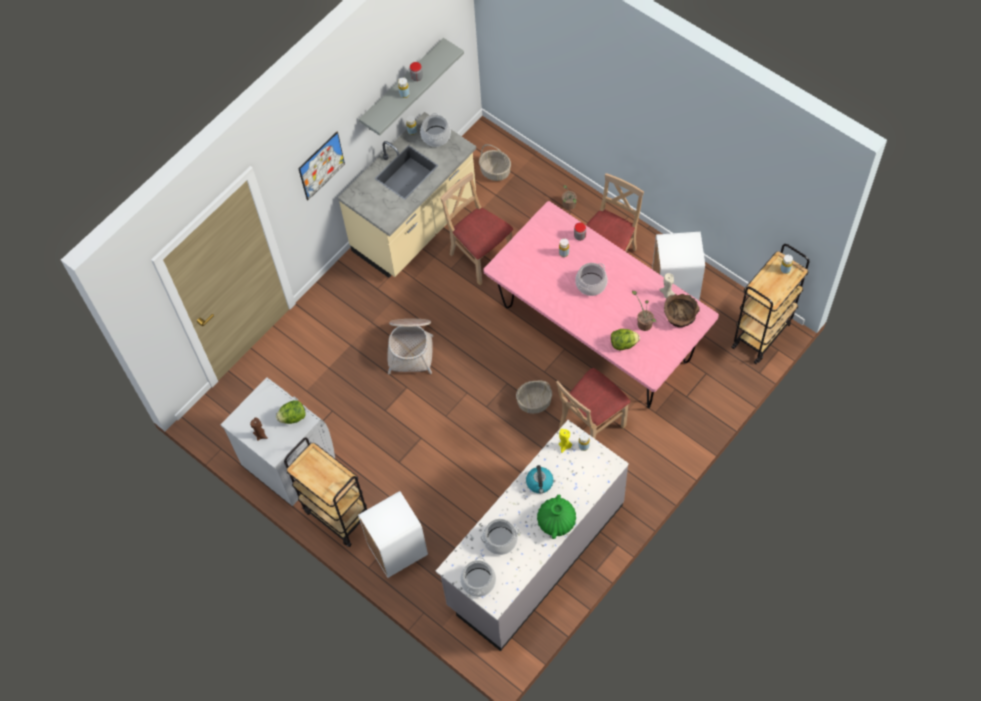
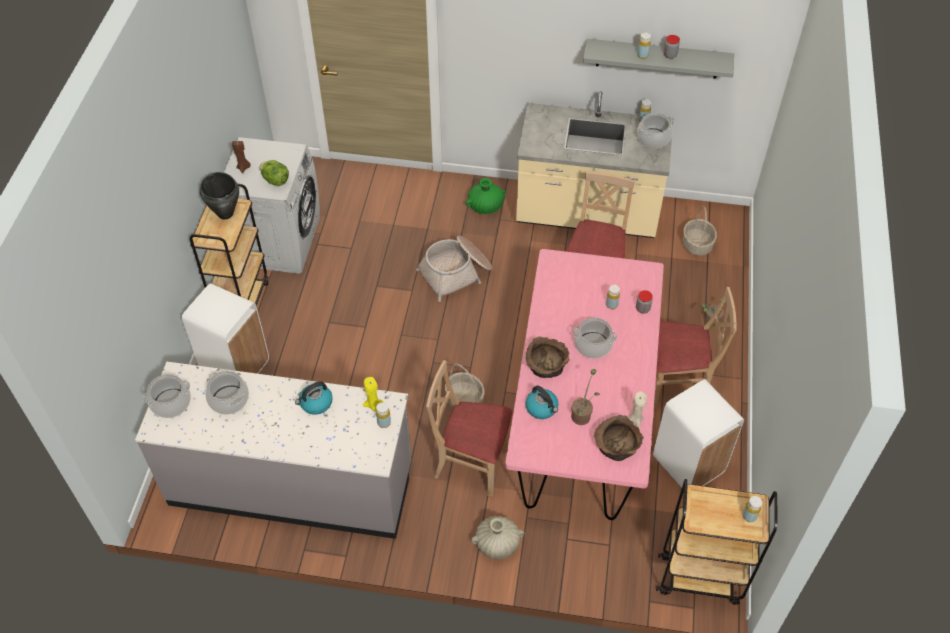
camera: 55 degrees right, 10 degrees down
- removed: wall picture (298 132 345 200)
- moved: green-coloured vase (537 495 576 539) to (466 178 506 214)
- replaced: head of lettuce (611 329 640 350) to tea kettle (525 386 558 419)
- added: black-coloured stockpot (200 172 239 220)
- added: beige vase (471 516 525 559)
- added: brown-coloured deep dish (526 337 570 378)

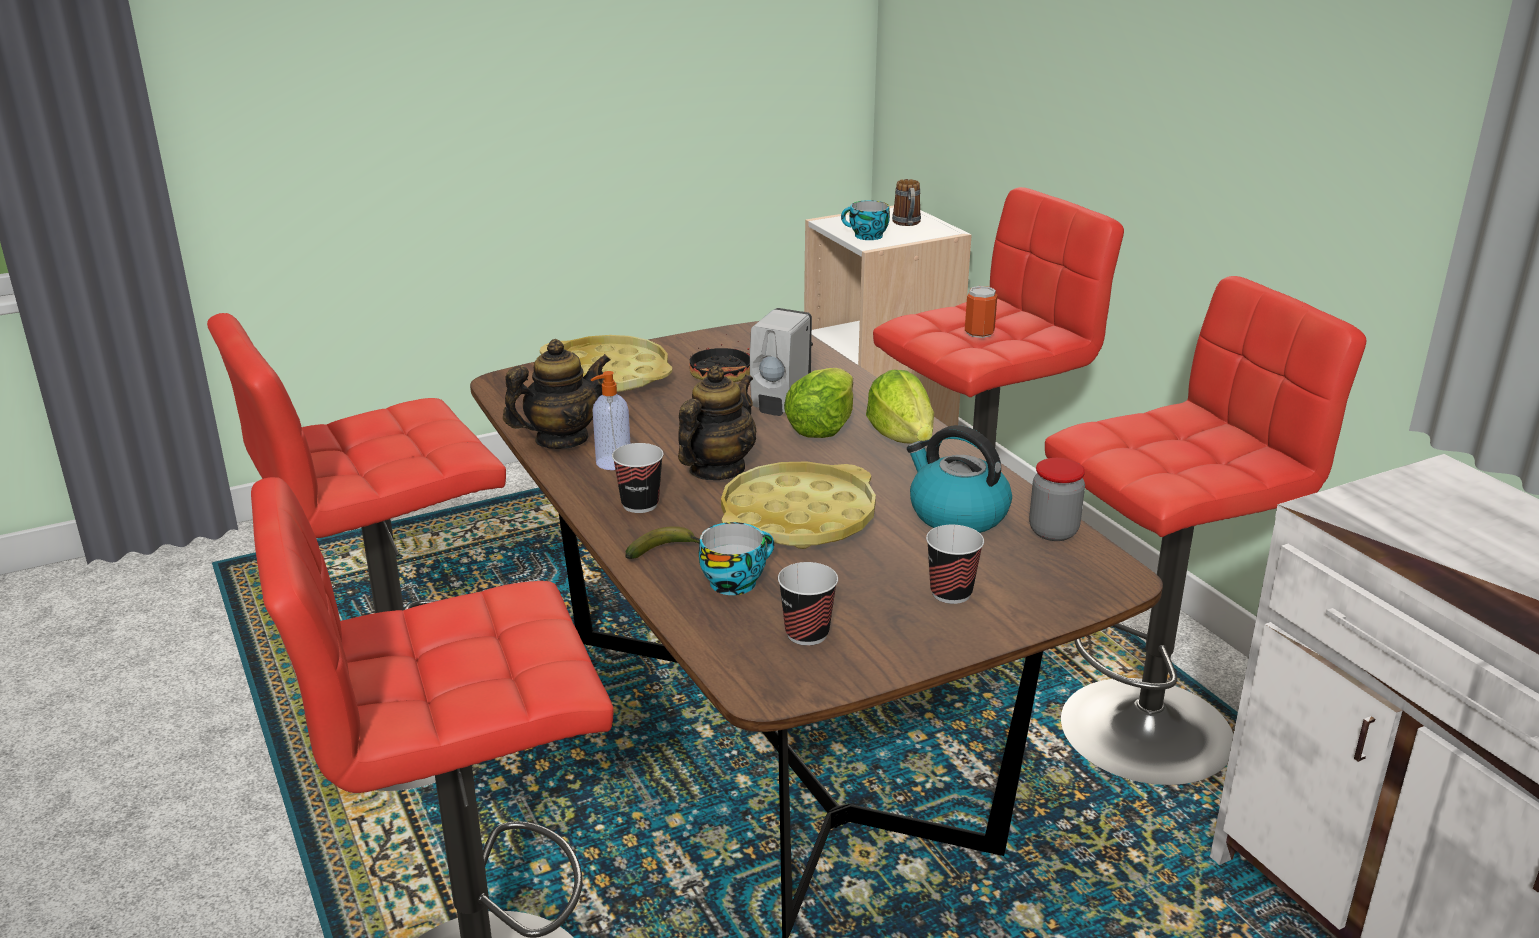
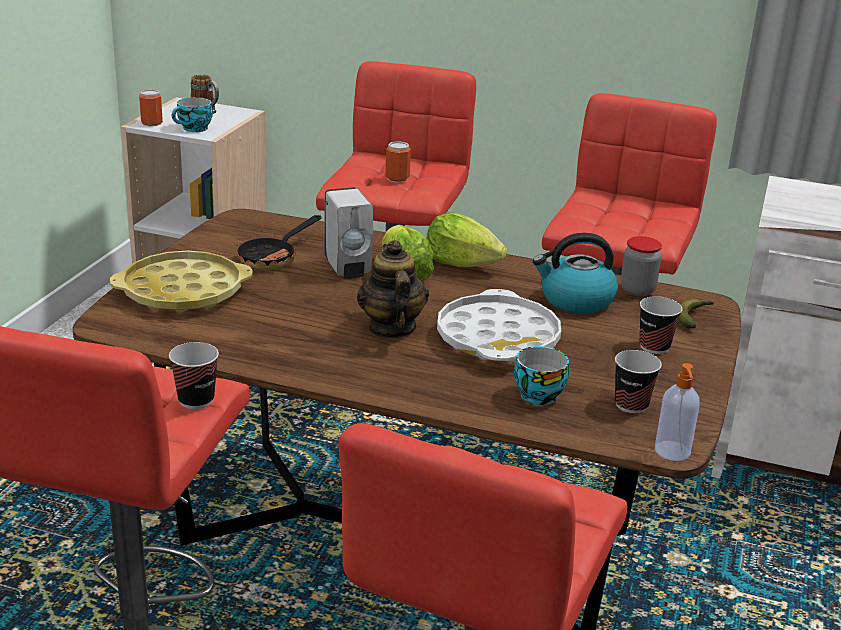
camera: 45 degrees left, 0 degrees up
- removed: pot for tea (503 339 611 449)
- moved: soap dispenser (591 371 630 470) to (655 363 700 461)
- moved: cup (612 443 664 513) to (169 342 219 409)
- moved: whole banana (626 526 700 559) to (679 298 714 328)
- recoloured: yellowish carrying tray (721 461 876 549) to whitish carrying tray (437 289 561 362)
- added: sealed can (139 89 163 127)

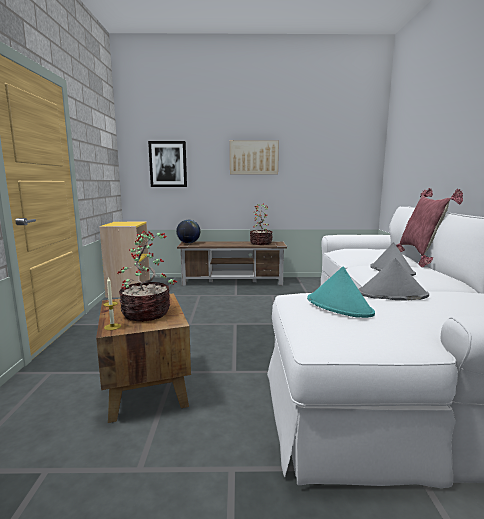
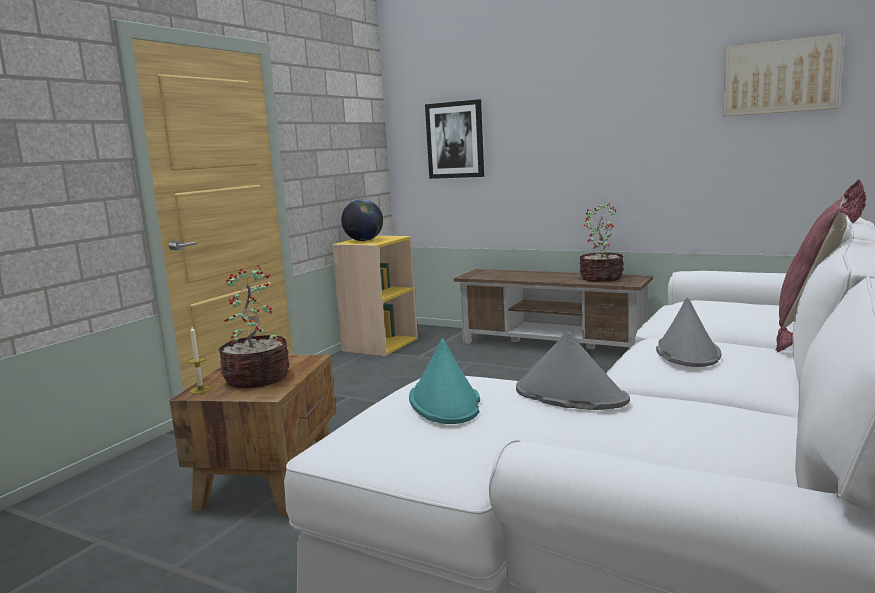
camera: 30 degrees right, 0 degrees up
- moved: world globe (176 220 200 243) to (341 199 383 241)
- moved: wall picture (230 140 279 174) to (723 34 843 116)

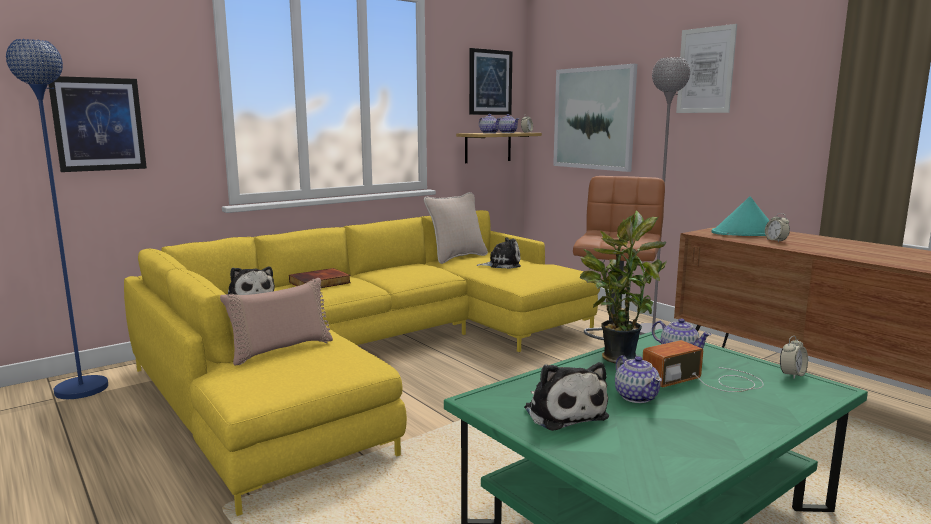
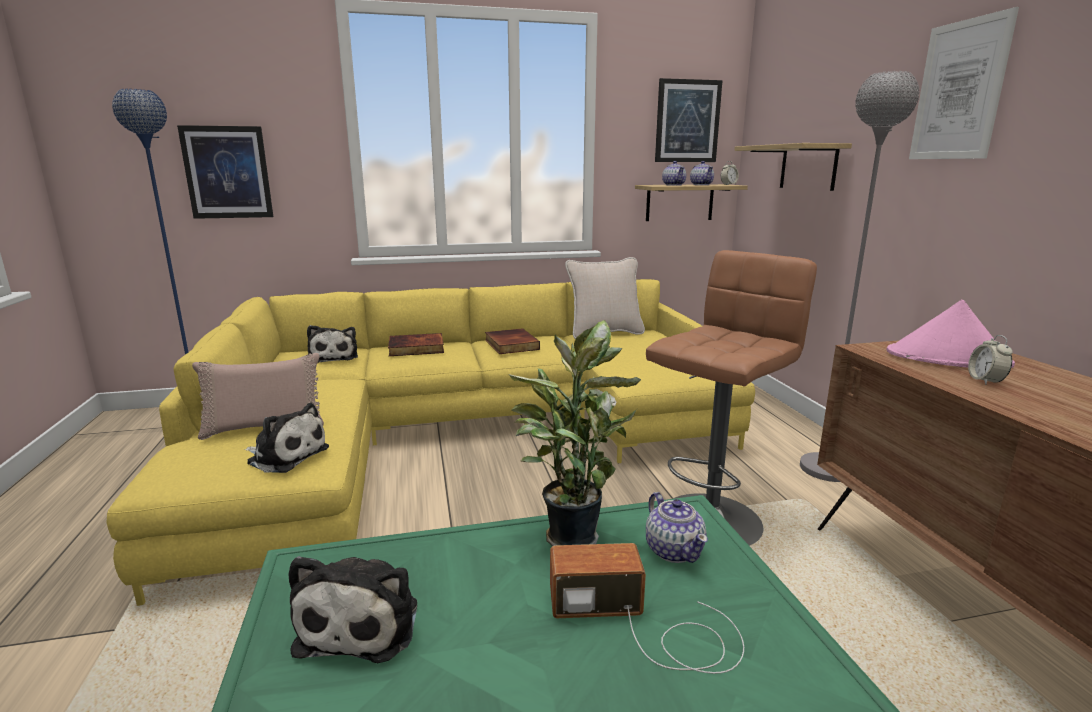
camera: 25 degrees right, 5 degrees up
- moved: plush toy (476 237 521 269) to (244 403 329 473)
- replaced: wall picture (553 64 637 172) to bracket shelf (734 143 852 191)
- removed: pot for tea (615 355 662 403)
- recoloured: blue-green clothing hat (711 196 770 236) to pinkish clothing hat (887 300 1015 368)
- removed: bedside clock (780 336 808 379)
- added: book (485 329 540 354)

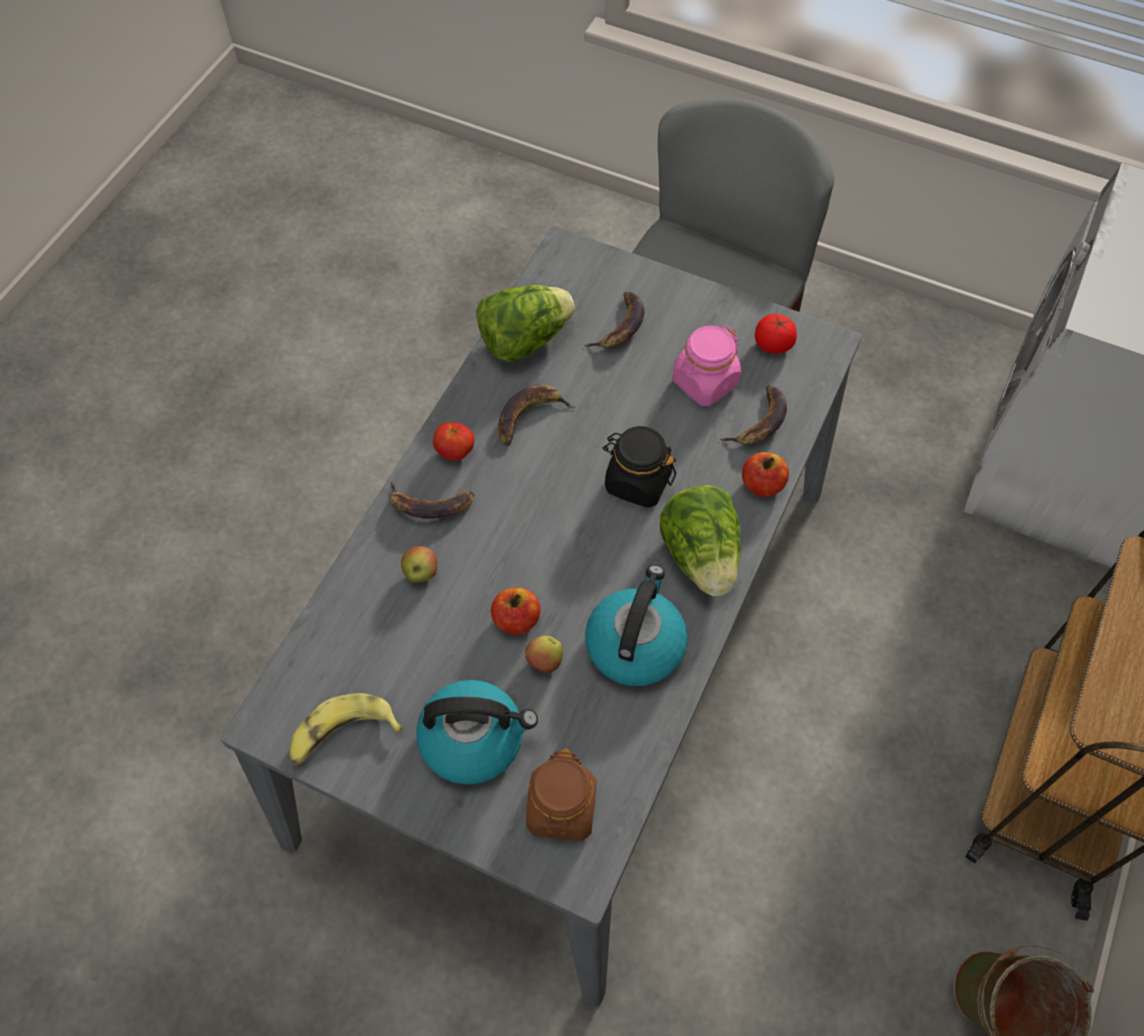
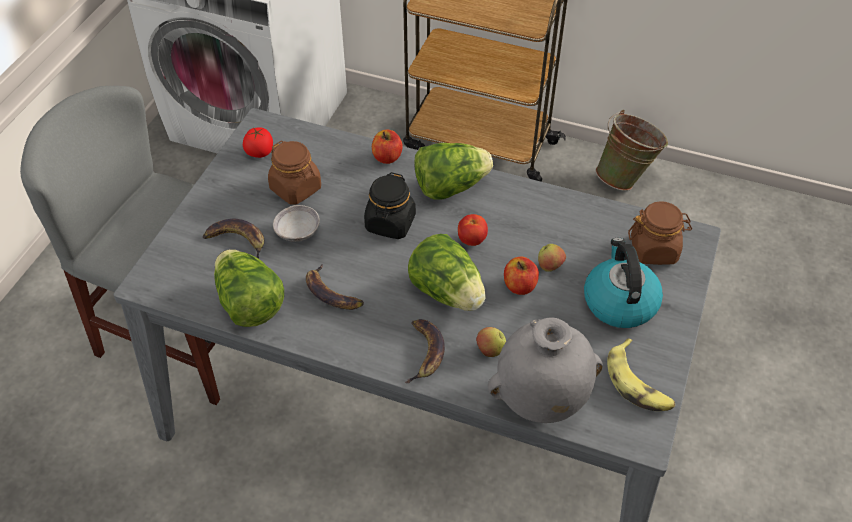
camera: 95 degrees left, 10 degrees down
- moved: whole tomato (433 422 474 460) to (458 214 488 246)
- removed: tea kettle (585 565 687 686)
- recoloured: pinkish jar (673 325 741 406) to brown-coloured jar (268 141 321 205)
- removed: whole banana (720 385 787 445)
- added: greyish deep dish (273 205 320 242)
- added: head of lettuce (408 234 486 311)
- added: greyish vase (488 317 603 423)

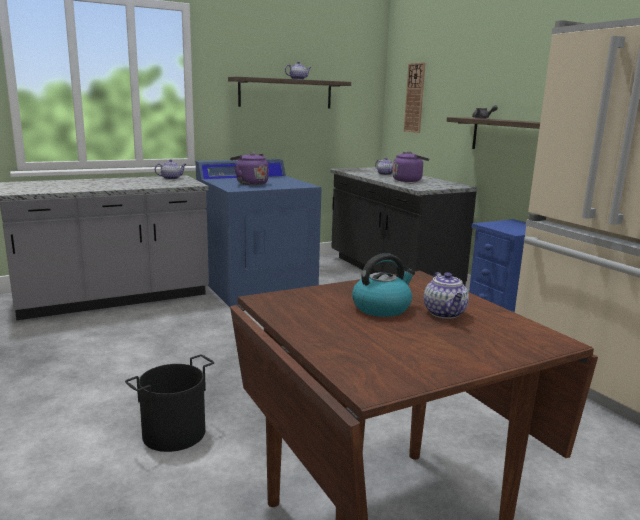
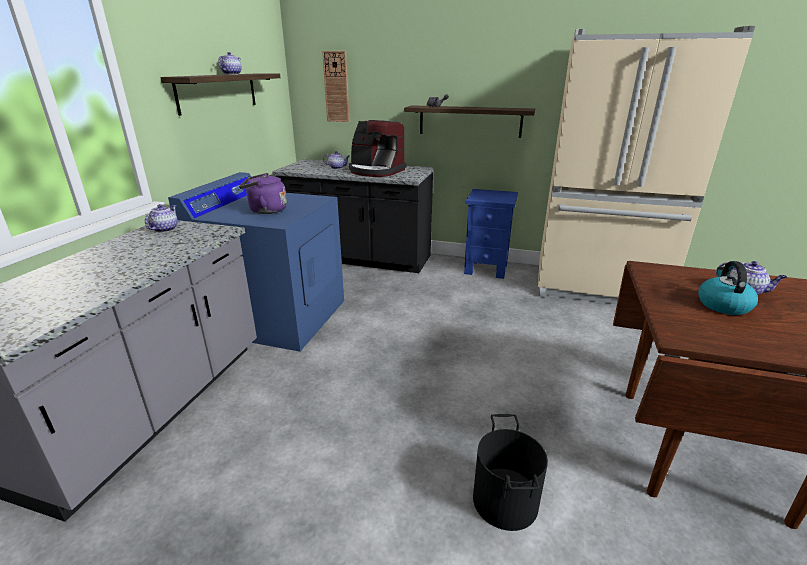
camera: 45 degrees left, 10 degrees up
- replaced: purplish tea kettle (393 151 429 182) to coffee brewer (349 120 406 177)

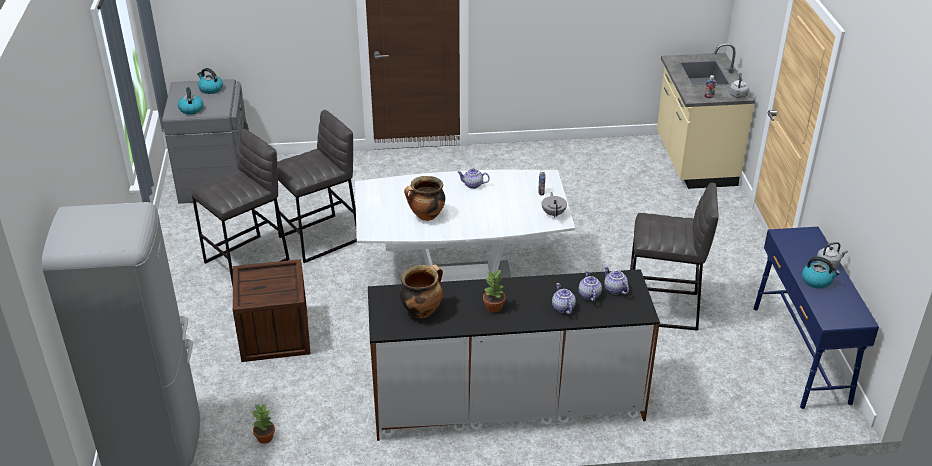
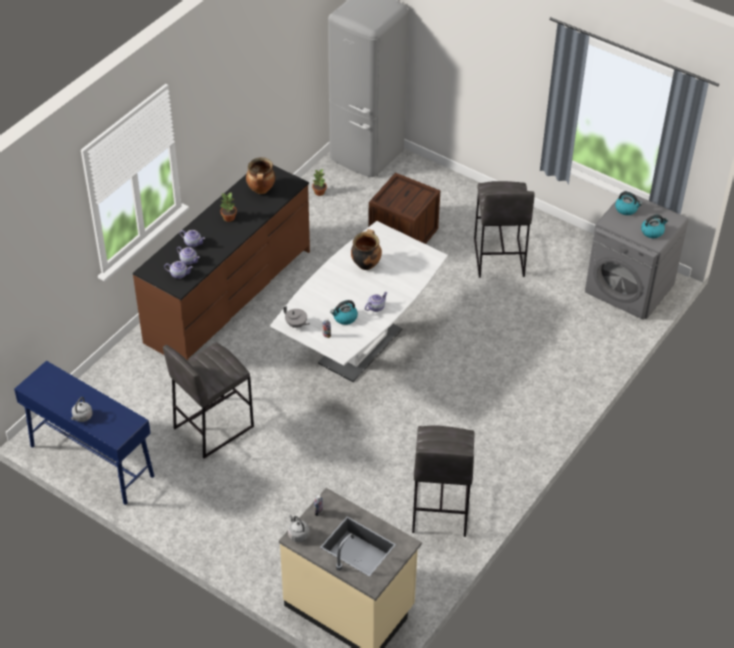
camera: 130 degrees right, 10 degrees up
- moved: greyish stool seat (275 110 357 263) to (412 425 475 537)
- moved: tea kettle (802 257 840 289) to (330 300 358 325)

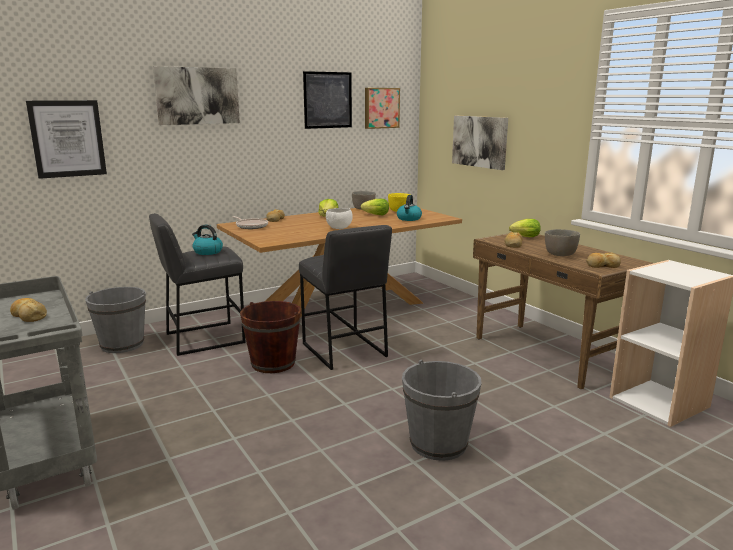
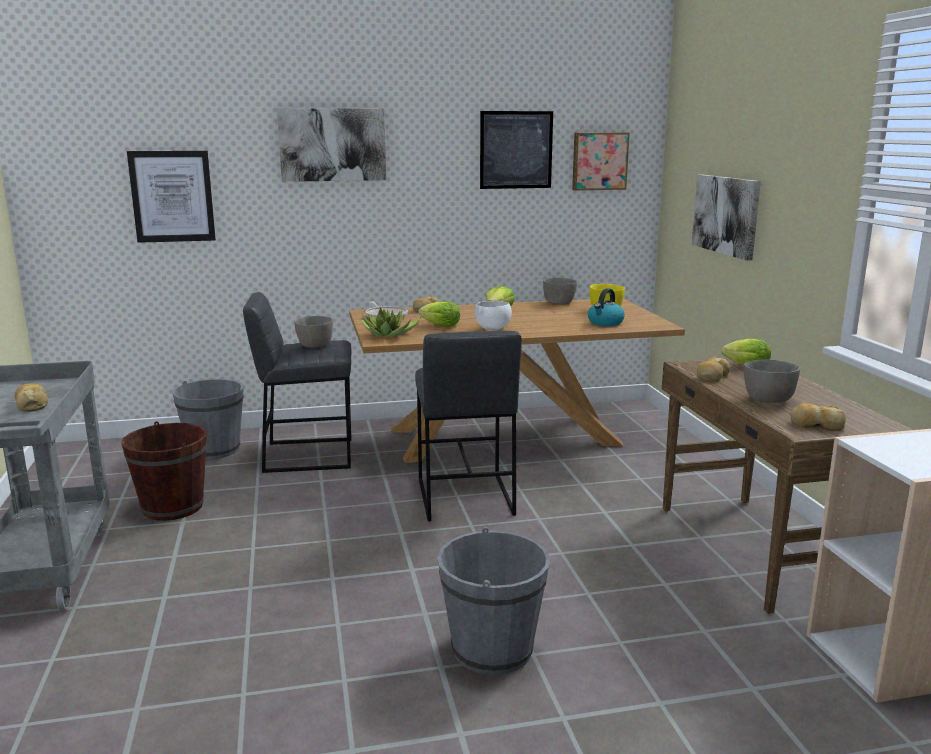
camera: 20 degrees right, 0 degrees up
- replaced: tea kettle (192 225 223 255) to greyish deep dish (295 316 333 348)
- moved: brown-coloured pail (240 301 301 373) to (121 421 207 521)
- moved: head of lettuce (360 199 389 215) to (419 301 460 327)
- added: potted plant (361 308 421 337)

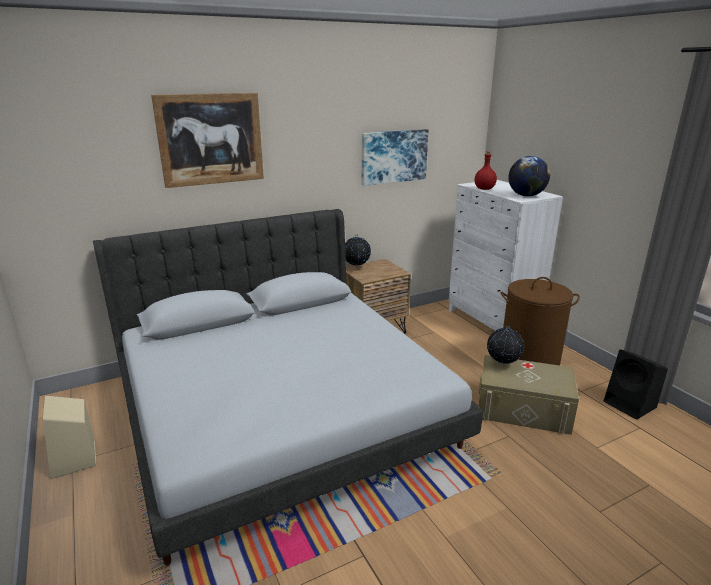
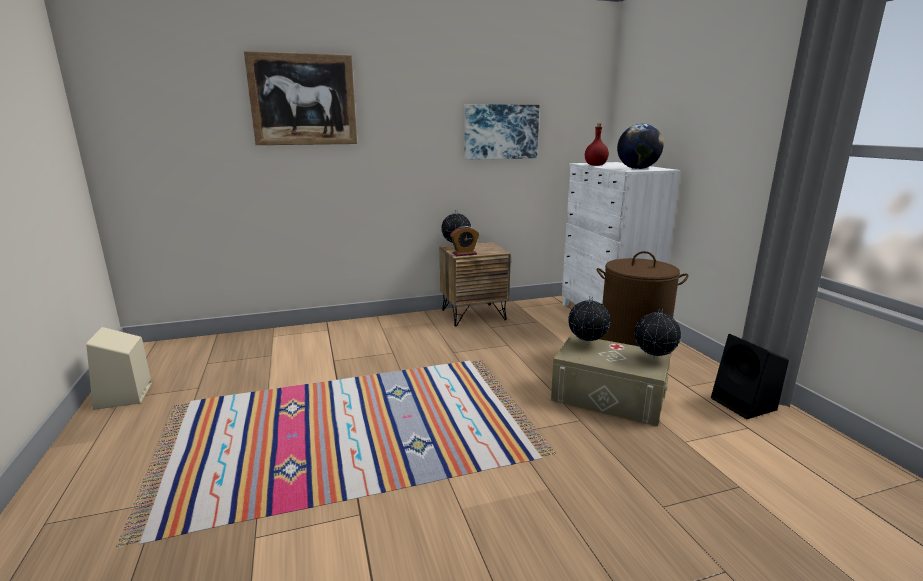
camera: 10 degrees right, 5 degrees down
- removed: greyish bedroom bed (93 209 483 565)
- added: bedside clock (450 226 479 256)
- added: world globe (634 309 681 359)

